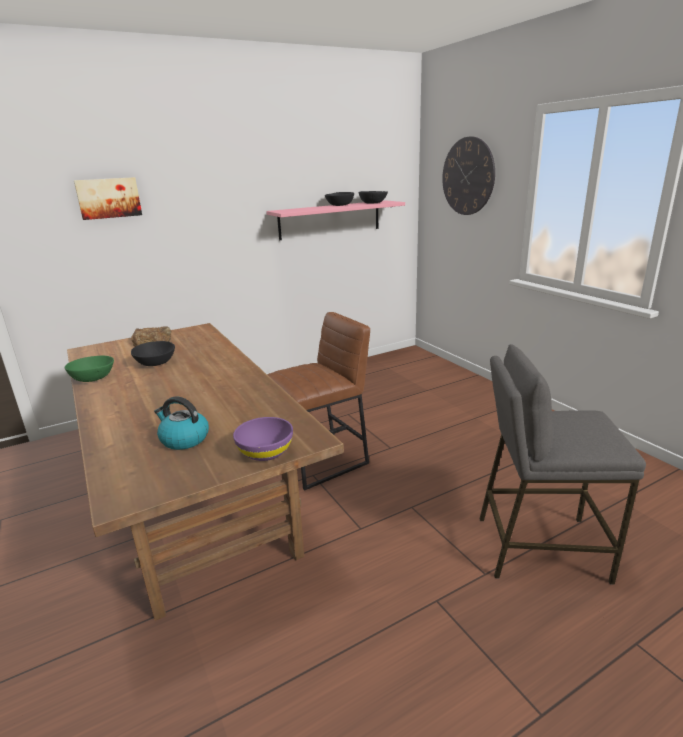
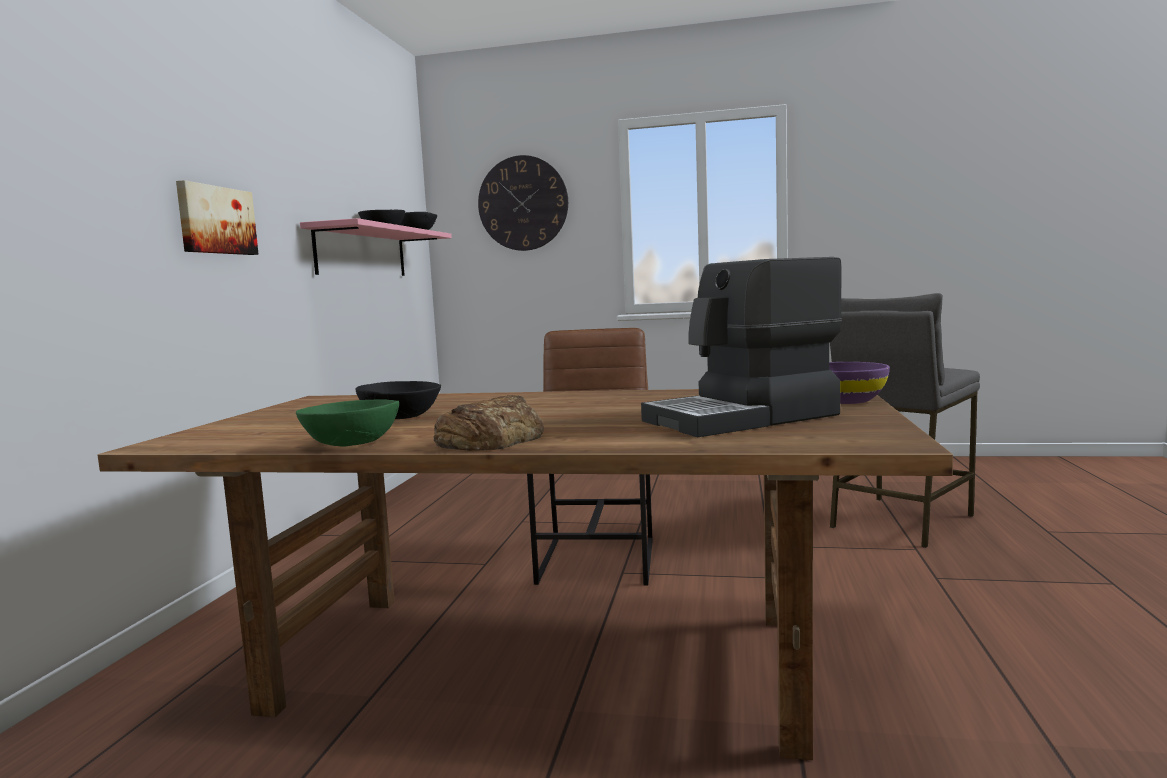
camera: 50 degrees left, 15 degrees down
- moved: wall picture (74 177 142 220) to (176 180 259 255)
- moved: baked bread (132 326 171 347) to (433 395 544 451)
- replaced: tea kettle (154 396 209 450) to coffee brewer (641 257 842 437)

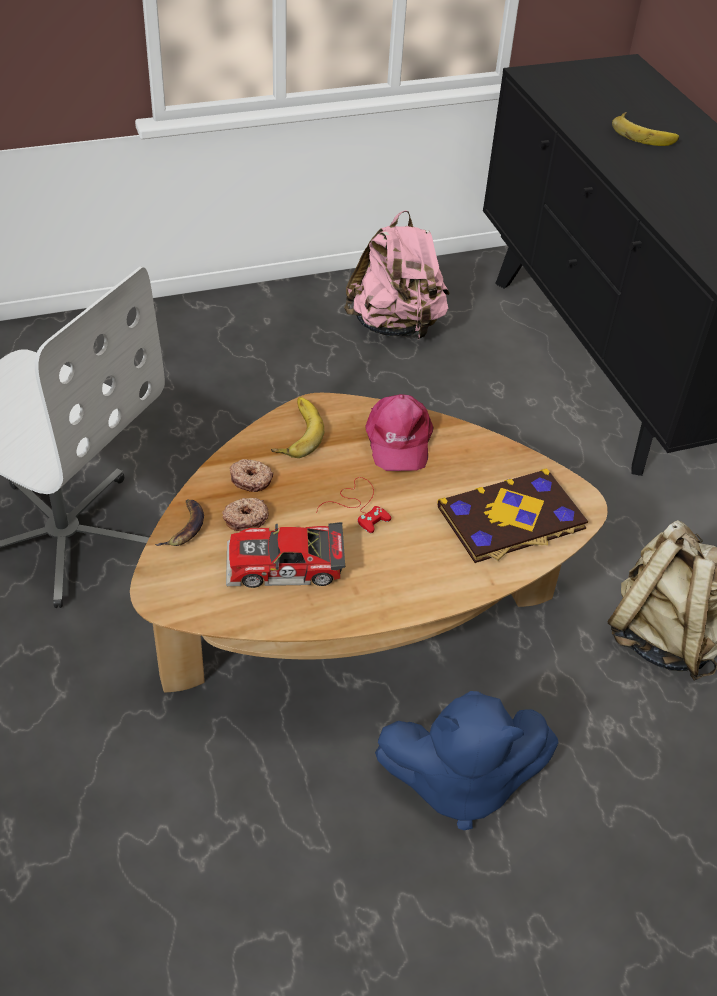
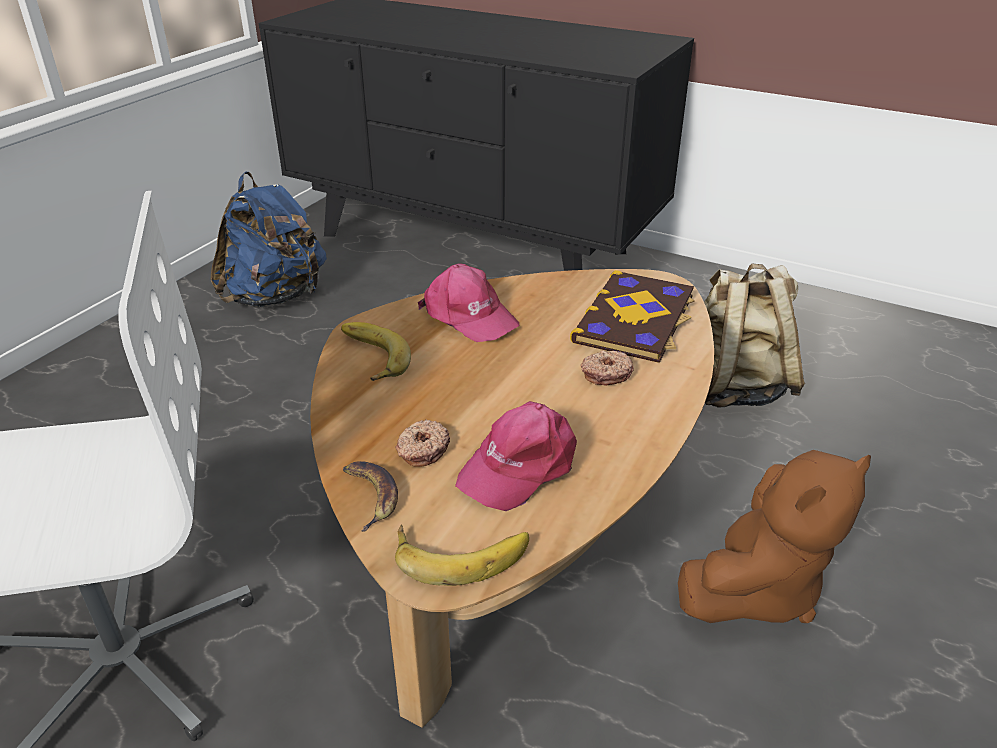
camera: 40 degrees left, 10 degrees down
- replaced: toy car (226 522 345 588) to pinkish peaked cap (455 401 577 511)
- moved: donut (230 459 273 492) to (580 350 634 385)
- removed: red-coloured gamepad (317 477 391 533)
- recoloured: pinkish knapsack (344 210 450 340) to bluish knapsack (210 172 327 307)
- recoloured: bluish plush toy (375 691 558 830) to brown-coloured plush toy (678 450 871 623)
- moved: whole banana (612 112 679 146) to (395 524 529 586)

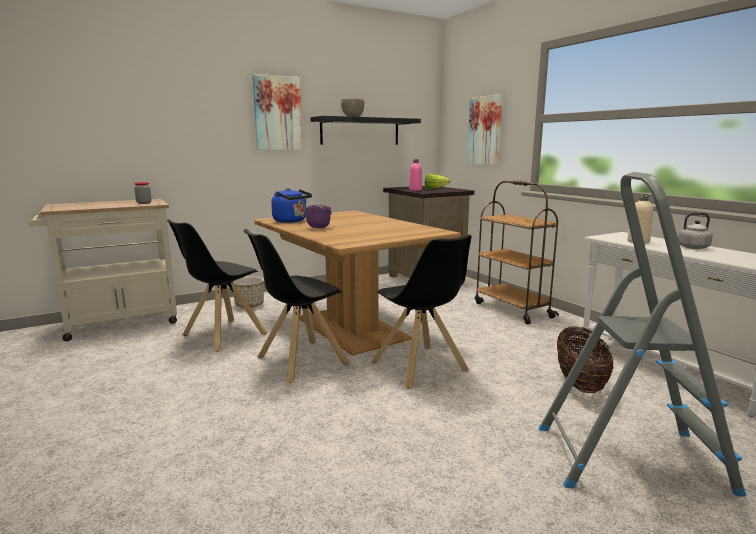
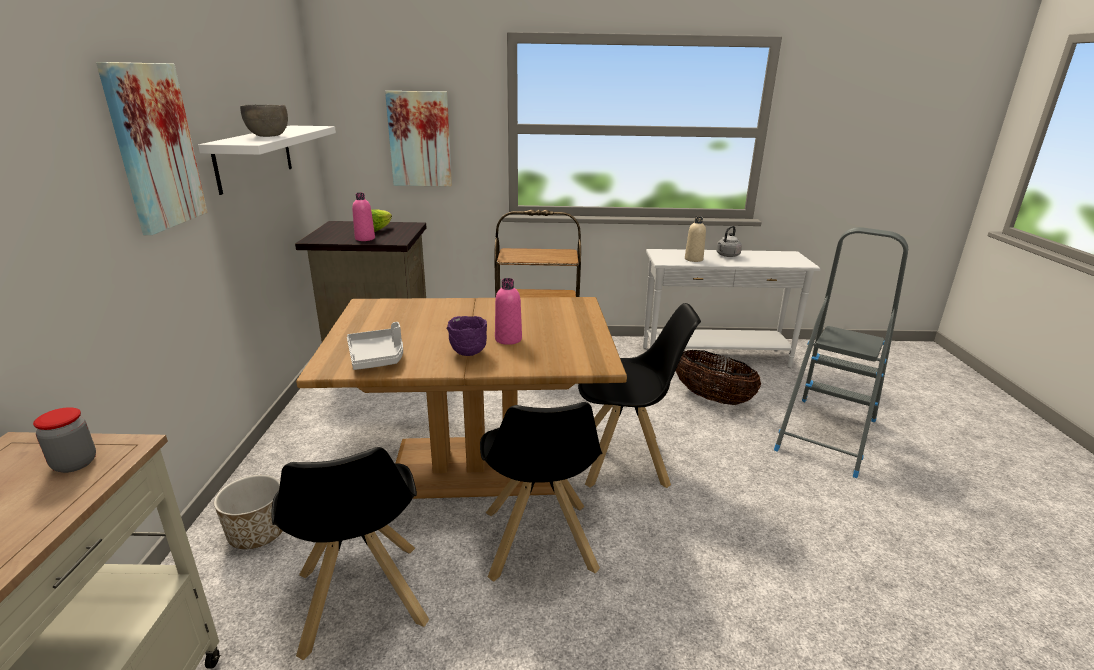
camera: 60 degrees left, 10 degrees up
- replaced: bluish tea kettle (271 188 312 223) to greyish carrying tray (347 322 403 370)
- recoloured: black-coloured bracket shelf (310 116 421 145) to whitish bracket shelf (198 125 336 195)
- added: pinkish beverage bottle (495 278 522 345)

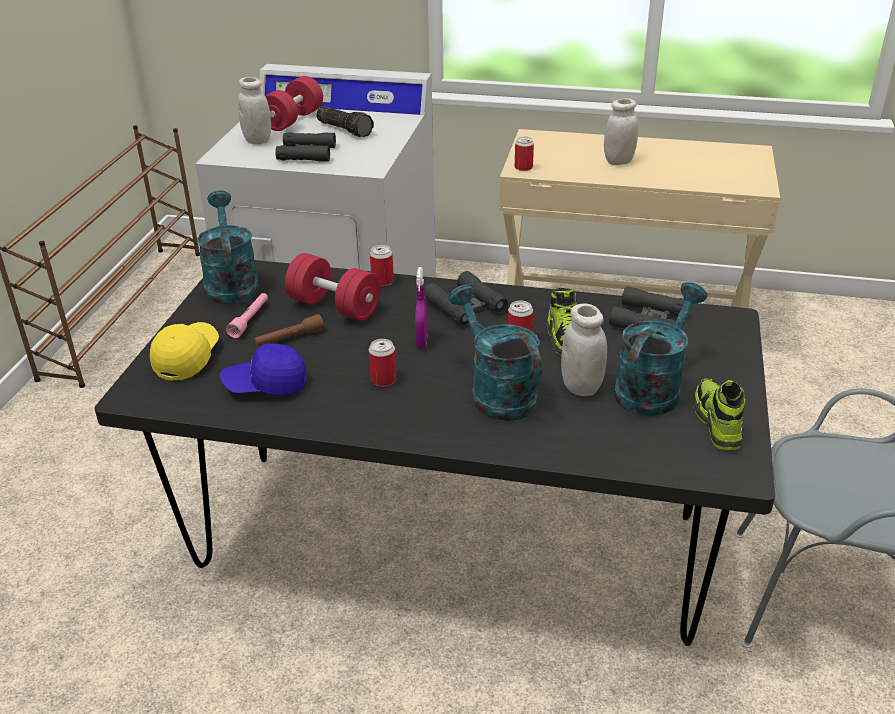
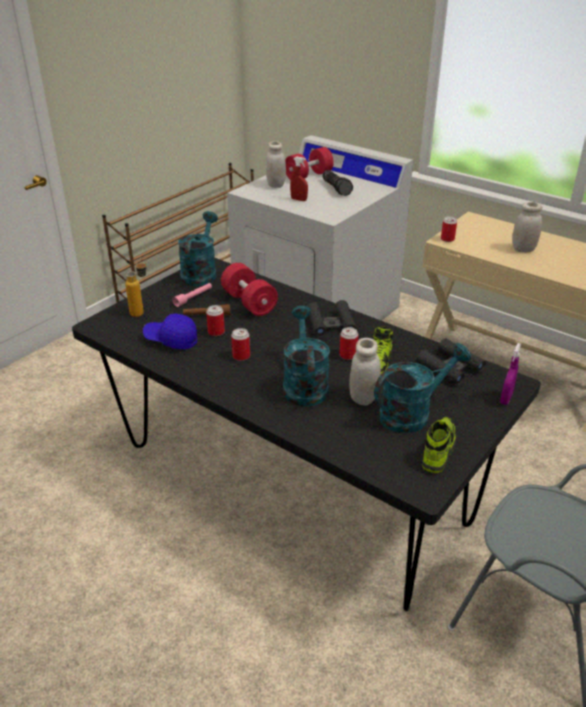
camera: 25 degrees right, 0 degrees up
- replaced: yellowish peaked cap (150 322 219 381) to beverage bottle (125 260 146 317)
- replaced: black-coloured field glasses (275 132 336 162) to red-coloured hand sprayer (290 157 308 201)
- moved: sealed can (370 245 394 286) to (206 305 225 336)
- moved: purplish hand sprayer (415 267 428 348) to (500 343 521 405)

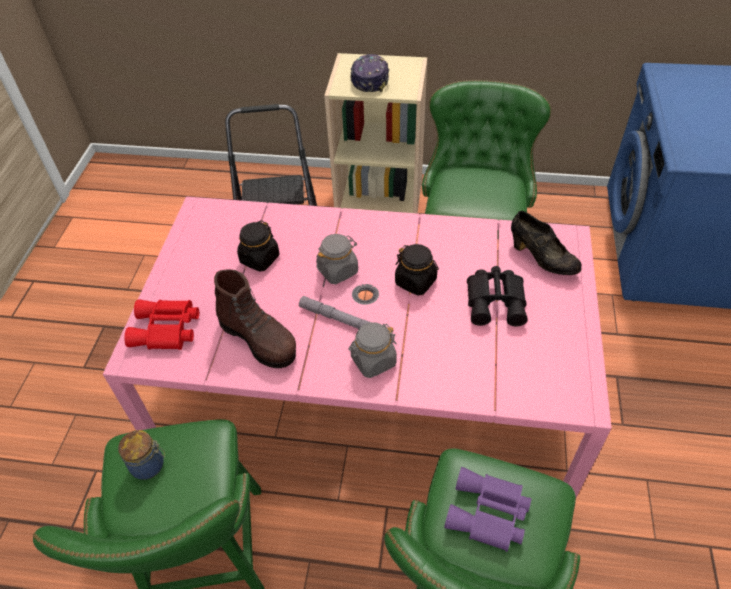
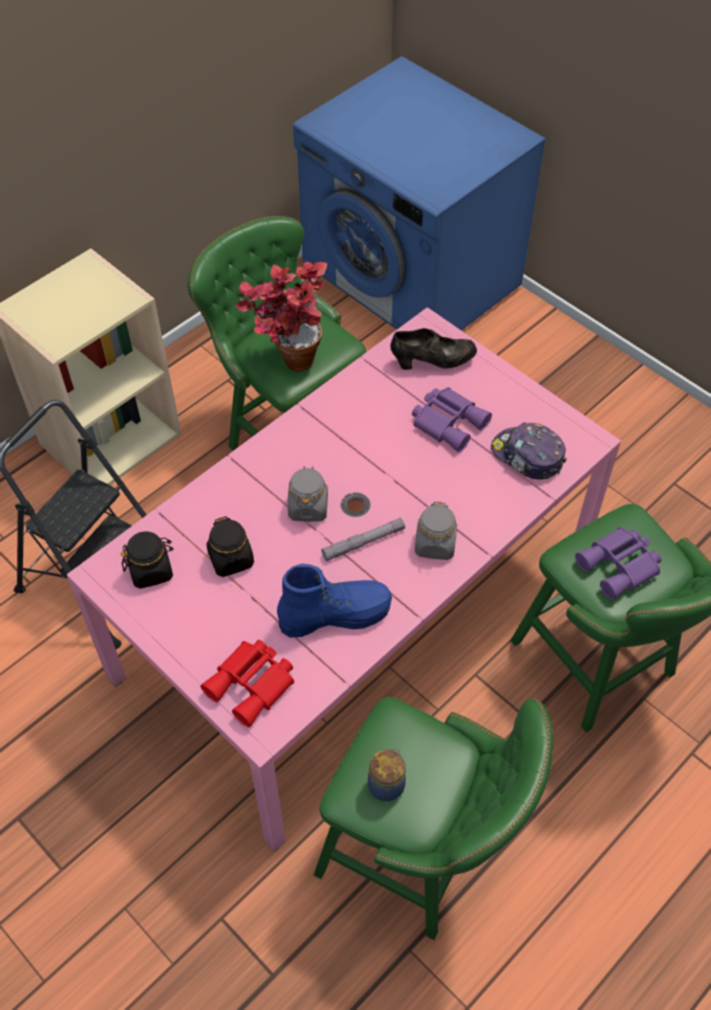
camera: 55 degrees left, 5 degrees up
- recoloured: brown-coloured high-top boot (214 269 296 368) to bluish high-top boot (277 564 392 637)
- moved: peaked cap (351 54 389 92) to (491 422 567 480)
- moved: black-coloured jar (395 244 439 296) to (121 531 174 589)
- recoloured: black-coloured field glasses (467 266 528 326) to purplish field glasses (412 387 492 453)
- added: potted plant (235 262 327 372)

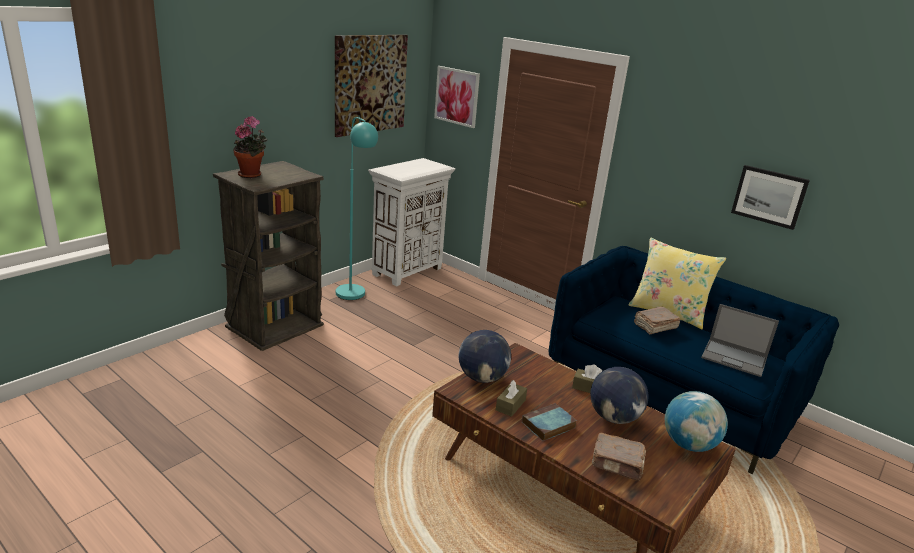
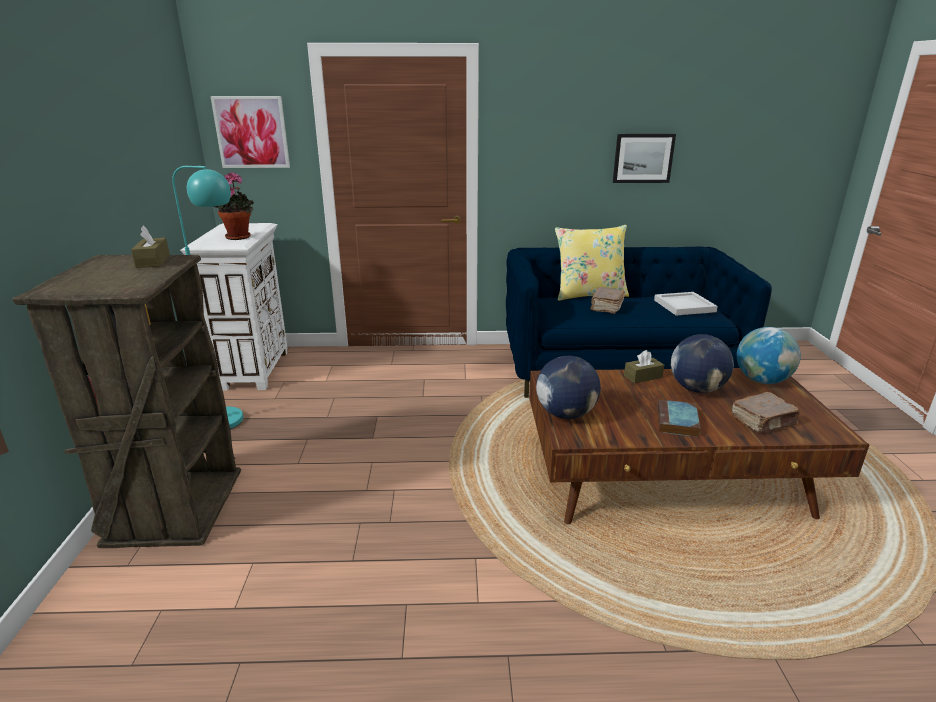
camera: 40 degrees left, 0 degrees up
- moved: potted plant (233 116 268 178) to (214 172 254 240)
- removed: wall picture (335 35 408 137)
- moved: brown-coloured tissue box (496 380 527 417) to (131 226 170 268)
- replaced: portable computer (701 304 779 377) to whitish carrying tray (654 292 718 315)

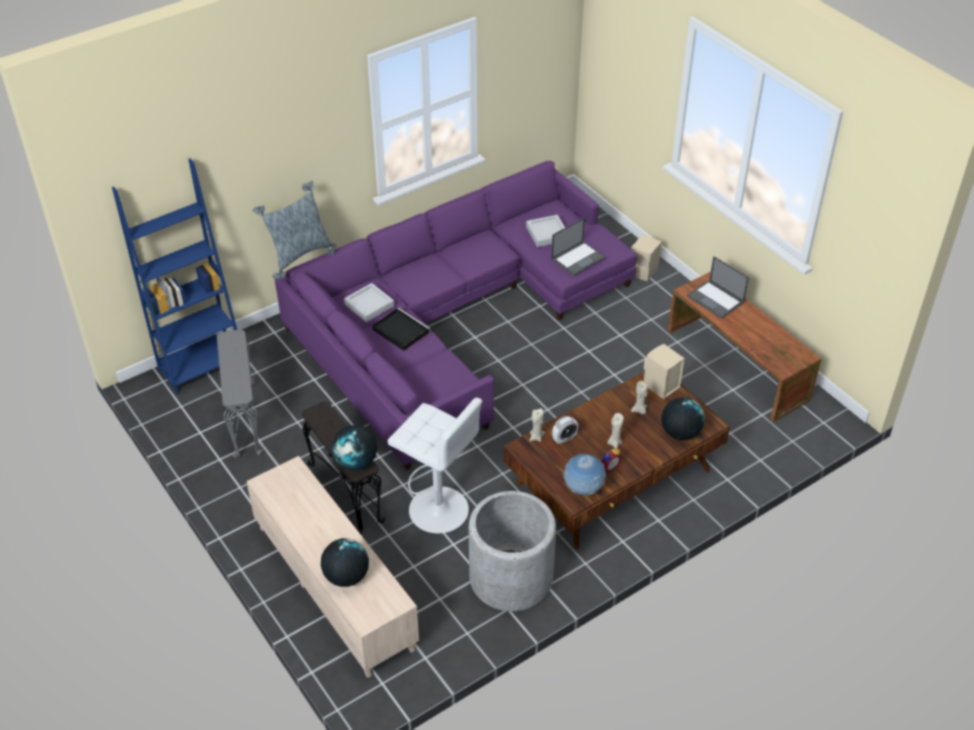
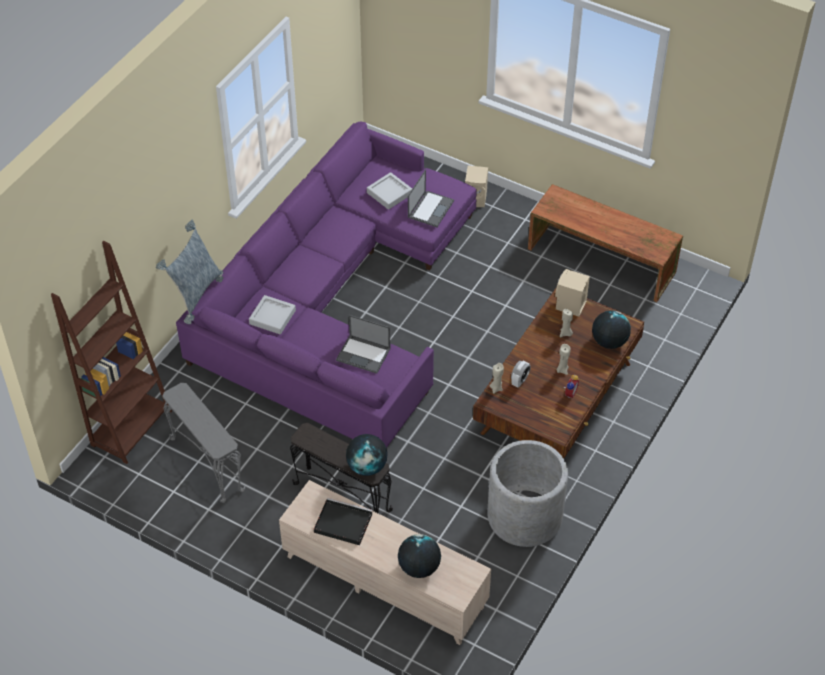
camera: 25 degrees left, 5 degrees up
- recoloured: bluish shelving unit (112 158 237 394) to brown-coloured shelving unit (51 241 172 464)
- moved: black-coloured carrying tray (372 308 430 351) to (314 498 373 545)
- removed: whitish stool seat (388 398 482 533)
- removed: world globe (563 454 606 496)
- moved: portable computer (687 256 749 319) to (336 315 391 374)

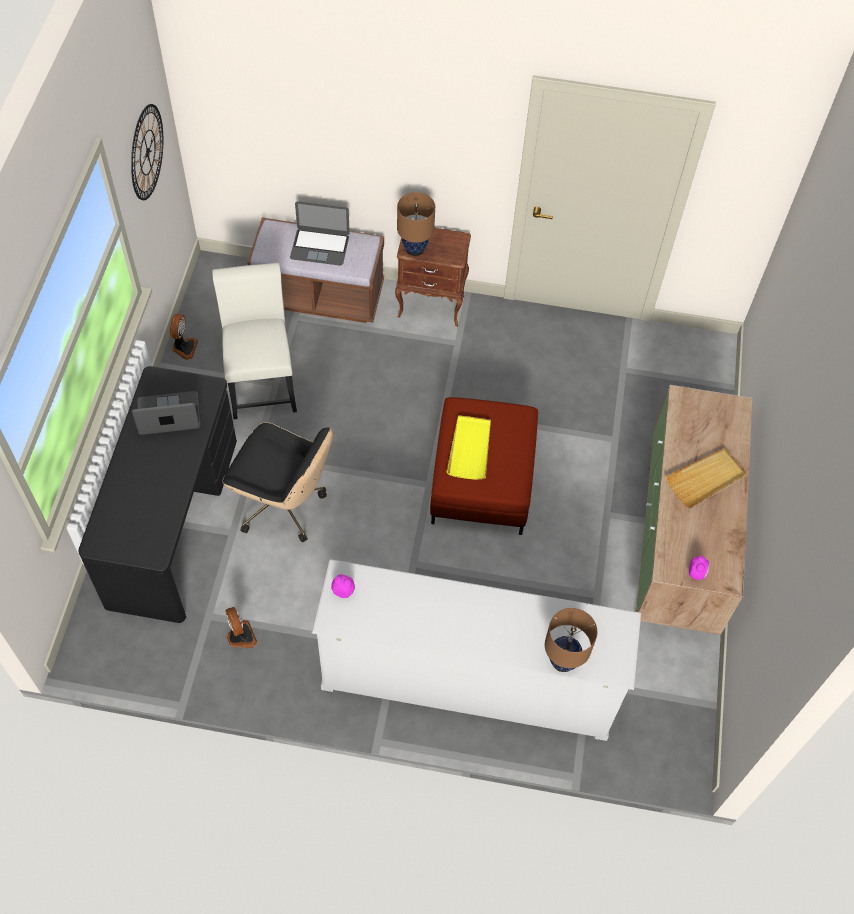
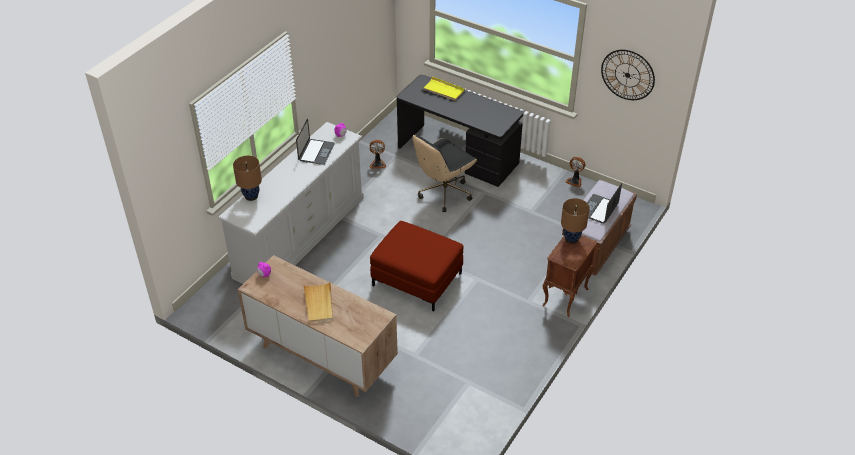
camera: 115 degrees right, 15 degrees down
- moved: portable computer (132 391 200 435) to (296 119 335 165)
- removed: whitish plain chair (212 263 297 419)
- moved: yellowish carrying tray (447 415 491 480) to (421 76 465 101)

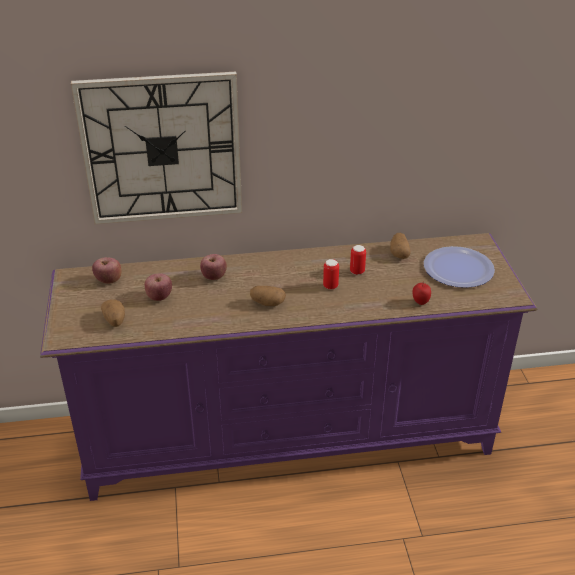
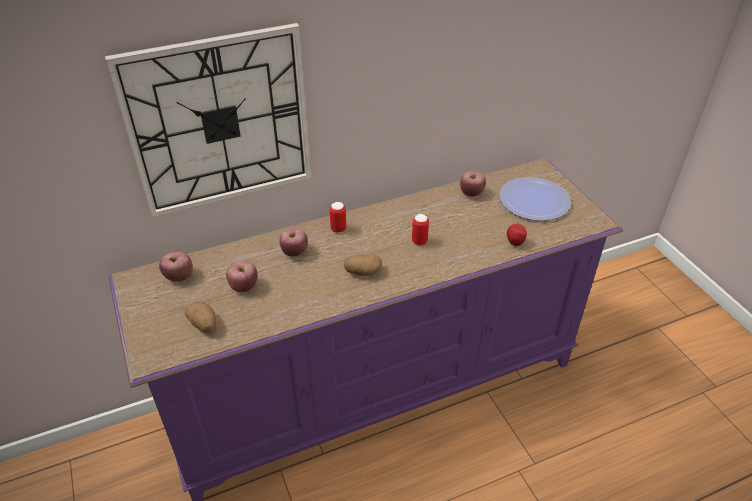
camera: 15 degrees left, 5 degrees up
- moved: sealed can (350 245 366 275) to (330 202 346 233)
- replaced: potato (390 233 410 259) to whole apple (460 171 486 197)

